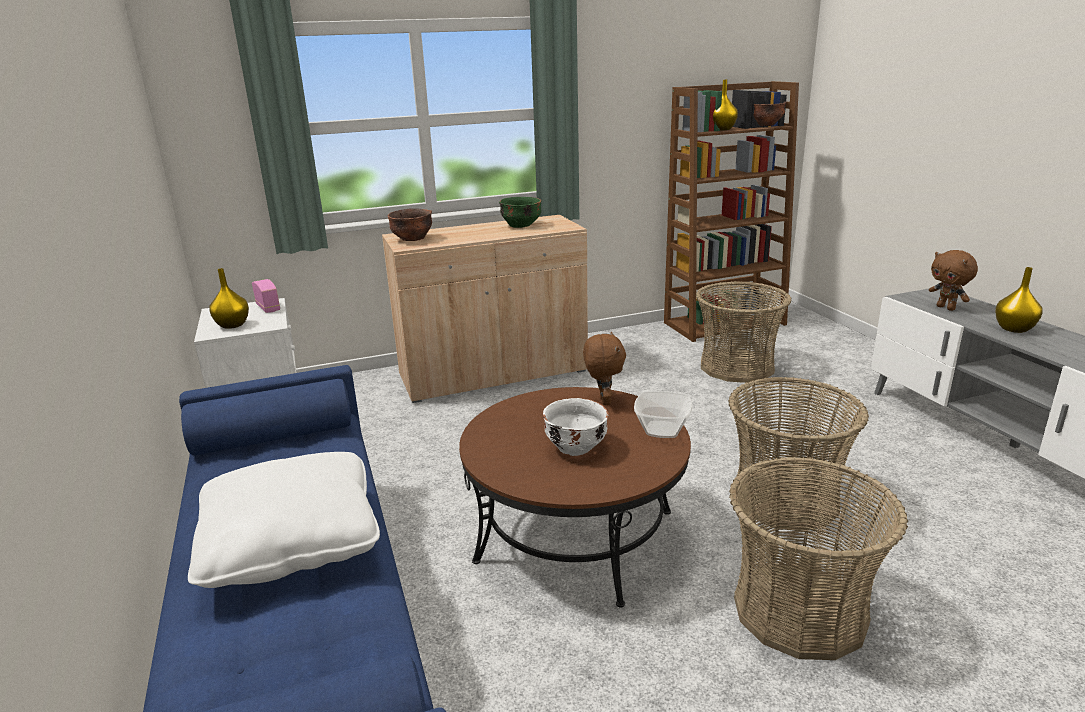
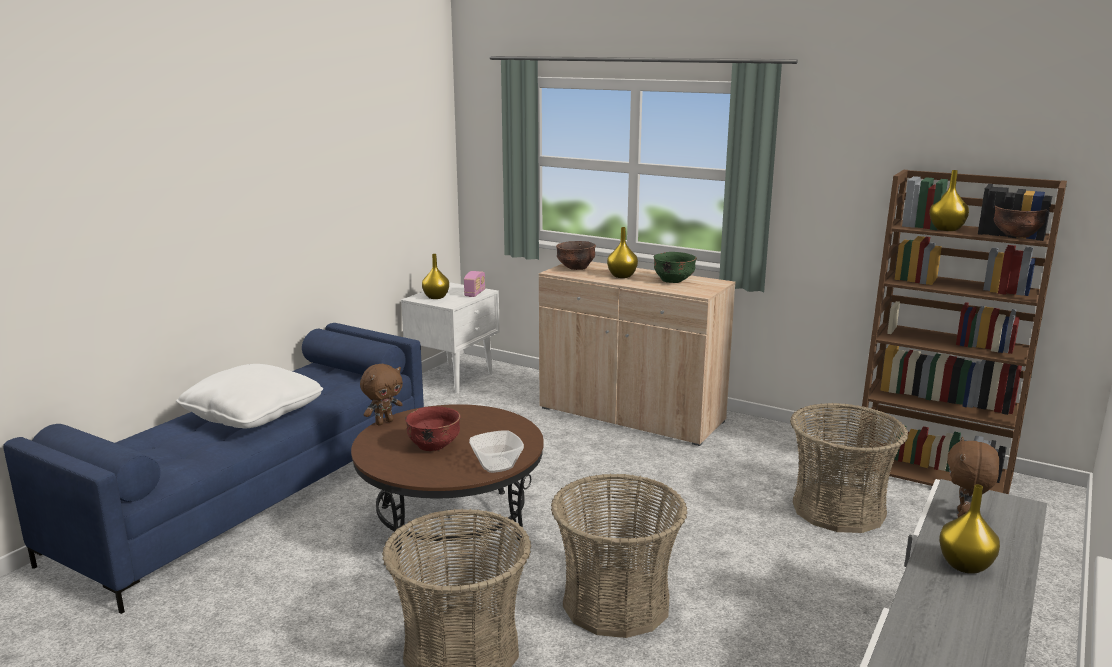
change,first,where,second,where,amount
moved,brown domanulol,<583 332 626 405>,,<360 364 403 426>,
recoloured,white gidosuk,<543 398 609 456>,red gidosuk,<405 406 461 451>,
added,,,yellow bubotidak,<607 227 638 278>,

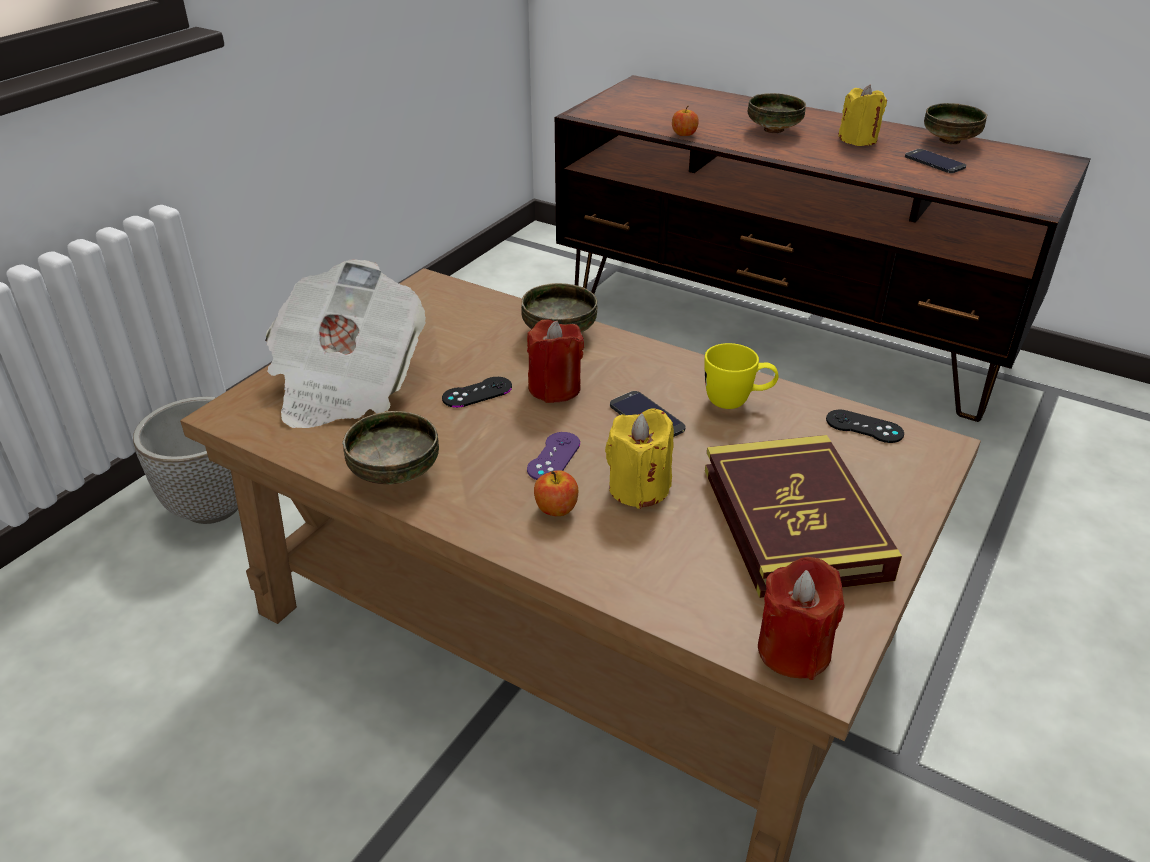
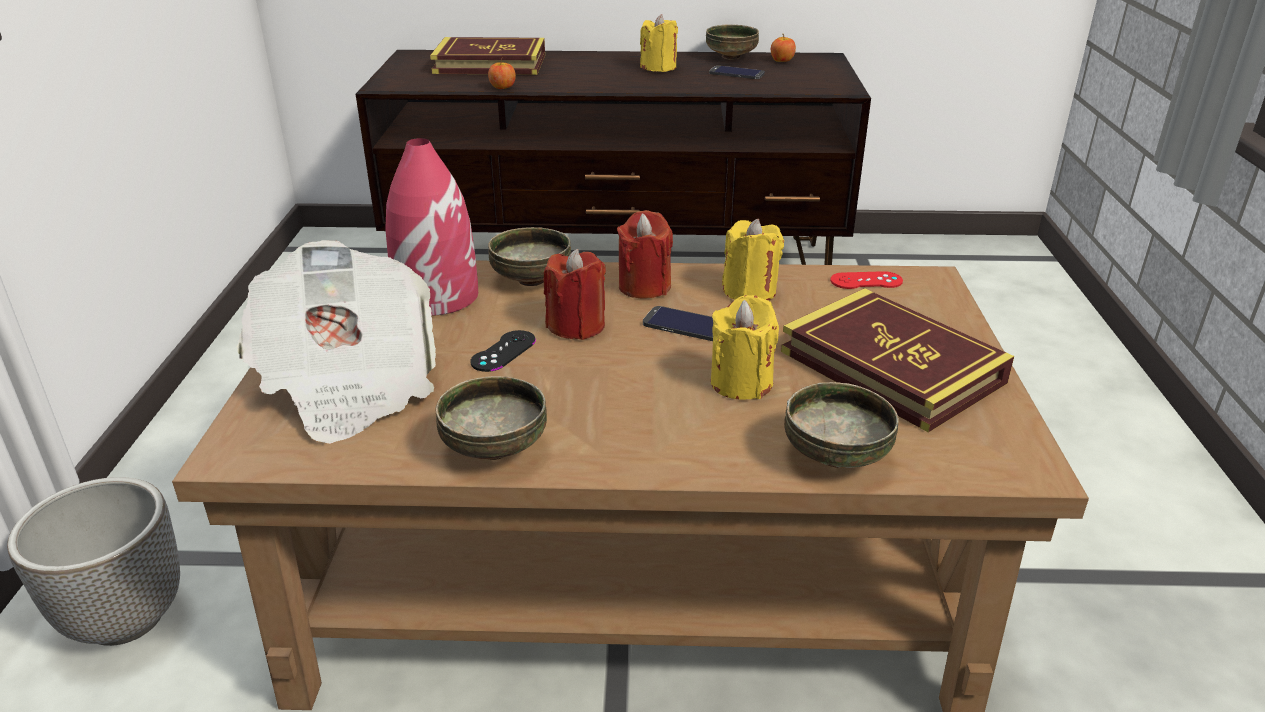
change,first,where,second,where,amount
moved,gidosuk,<748 93 806 133>,,<784 382 899 468>,
replaced,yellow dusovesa,<705 343 778 409>,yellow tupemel,<722 219 784 300>,
recoloured,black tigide,<826 410 904 443>,red tigide,<830 271 903 289>,
removed,purple tigide,<527 432 580 480>,,,
moved,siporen,<534 470 578 516>,,<771 34 796 62>,
moved,red tupemel,<758 557 844 680>,,<617 210 673 299>,
added,,,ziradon,<430 37 545 75>,
added,,,red bubotidak,<385 138 478 316>,

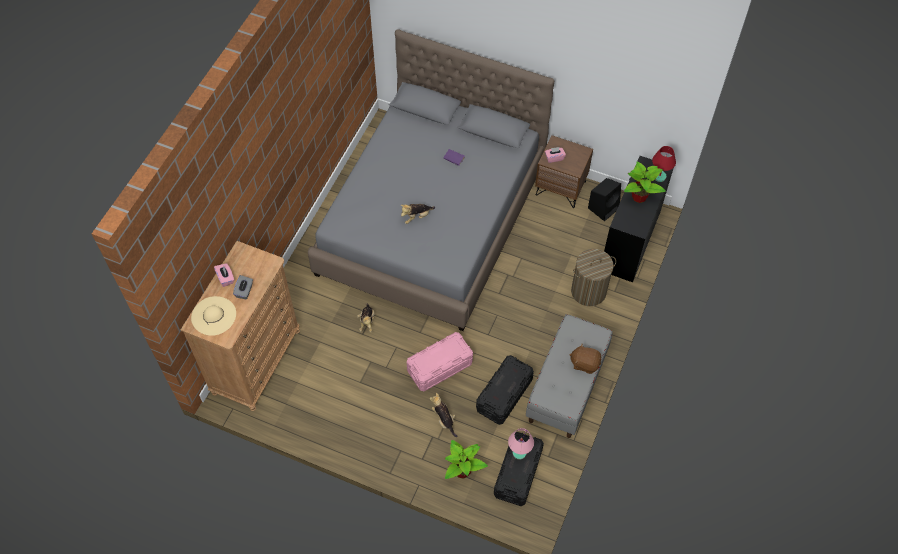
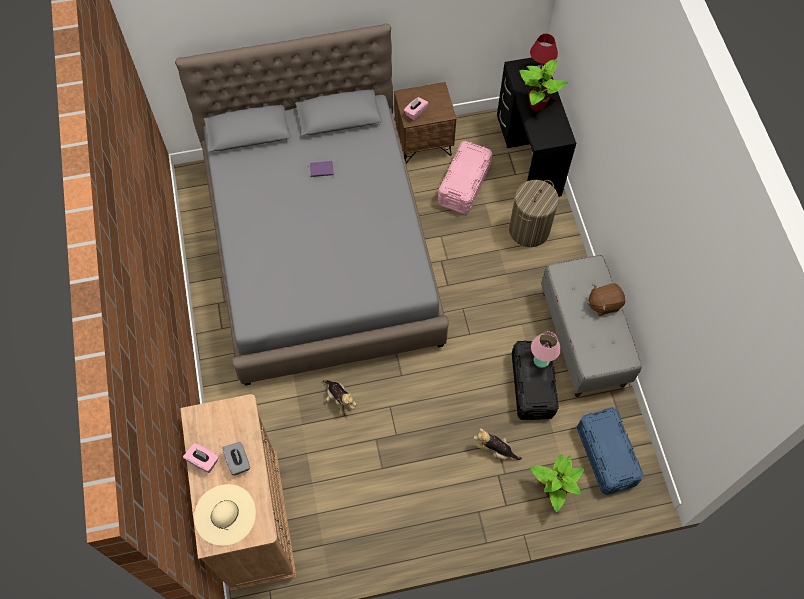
change,first,where,second,where,amount
removed,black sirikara,<588 178 621 221>,,,
removed,domanulol,<400 204 435 224>,,,
moved,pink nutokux,<407 332 473 391>,,<438 141 492 214>,
moved,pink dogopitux,<508 428 534 460>,,<531 332 561 368>,
recoloured,black nutokux,<494 432 544 506>,blue nutokux,<577 407 644 495>,

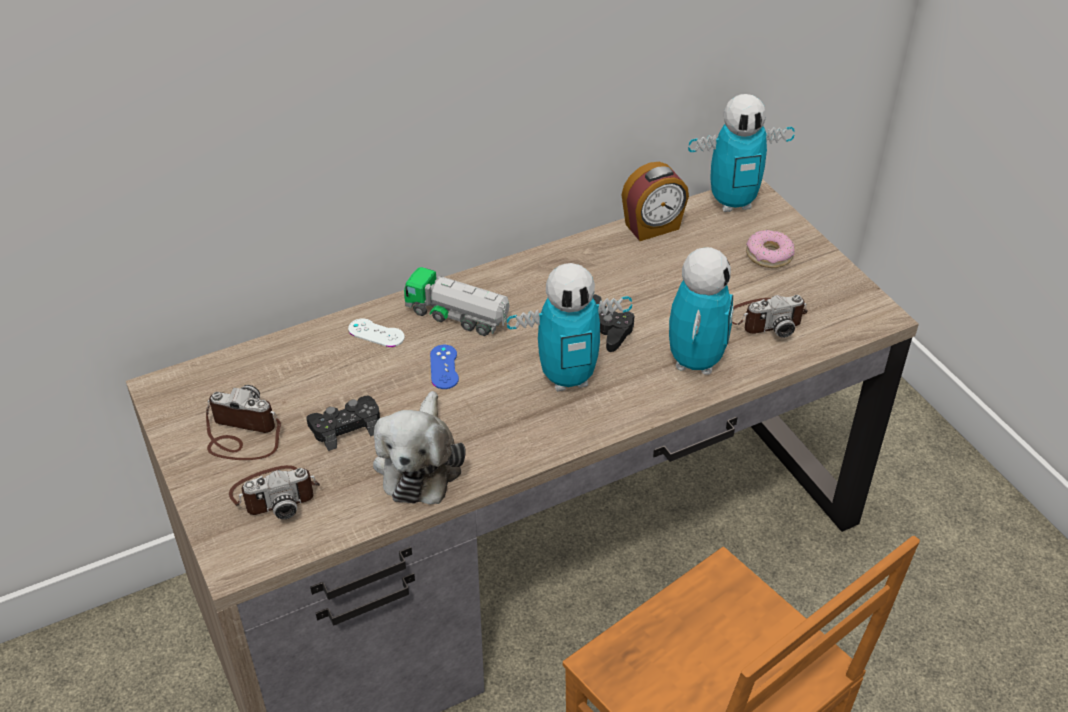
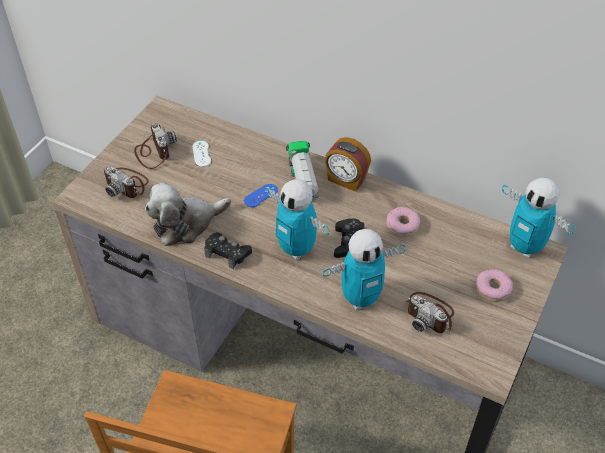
change,first,where,second,where,amount
moved,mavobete,<621 162 689 241>,,<324 137 371 192>,
moved,white tigide,<348 318 405 347>,,<193 141 211 167>,
moved,black tigide,<307 396 380 451>,,<204 232 252 269>,
added,,,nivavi,<386 207 421 237>,

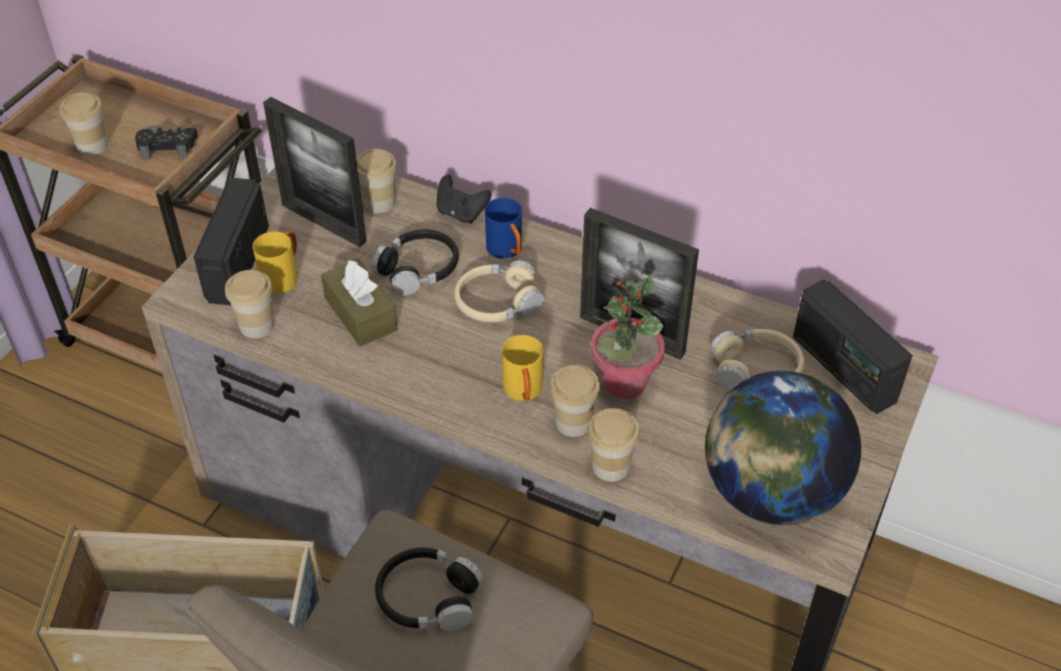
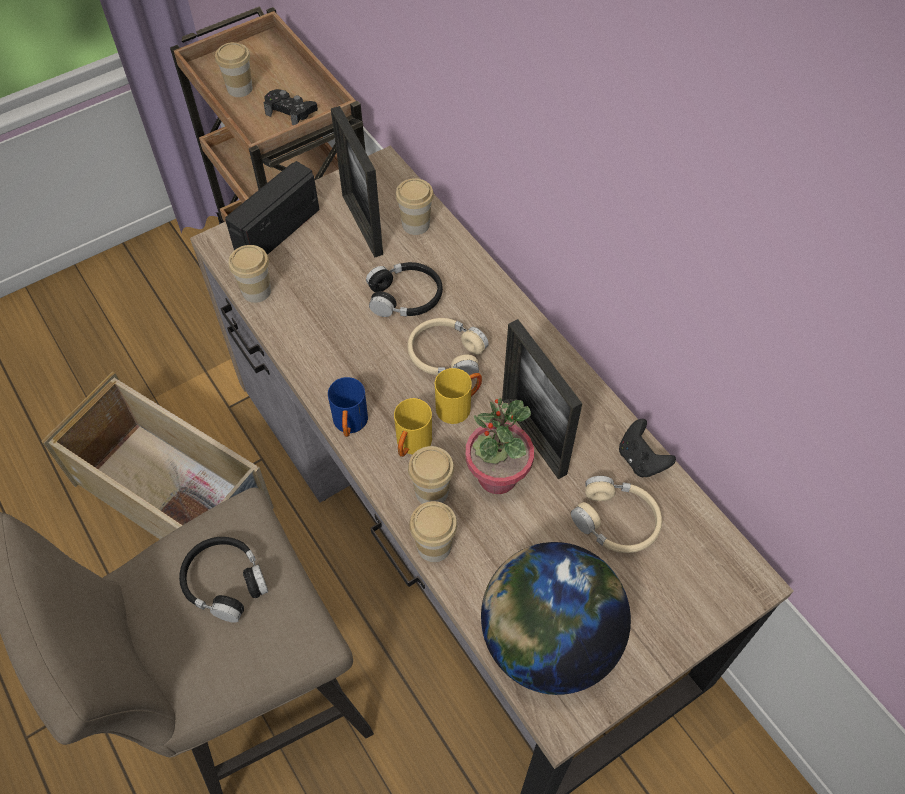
change,first,where,second,where,amount
moved,black tigide,<437 174 491 224>,,<619 419 676 477>,
moved,blue dusovesa,<485 198 522 259>,,<328 377 368 437>,
moved,yellow dusovesa,<253 231 298 294>,,<435 368 482 424>,
removed,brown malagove,<321 259 398 346>,,,
removed,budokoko,<793 280 913 414>,,,

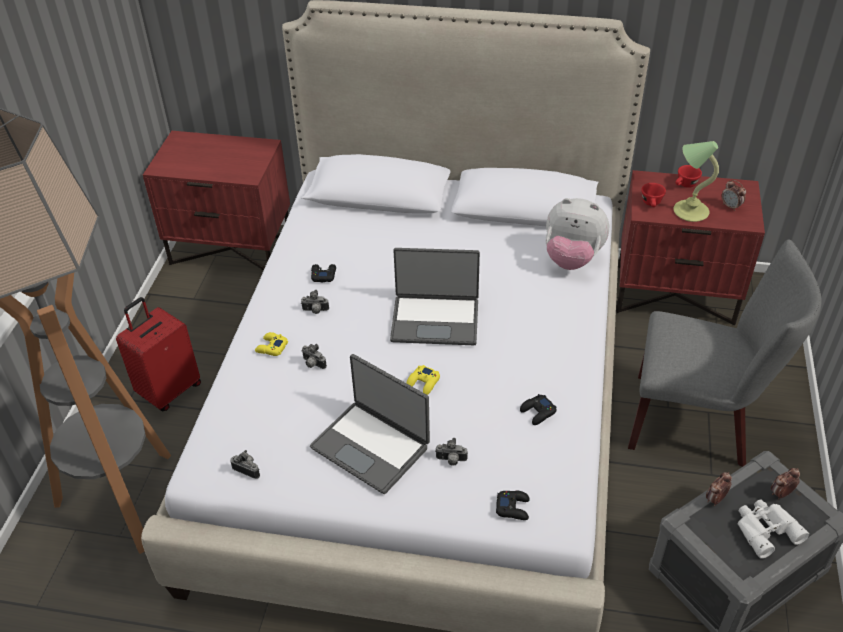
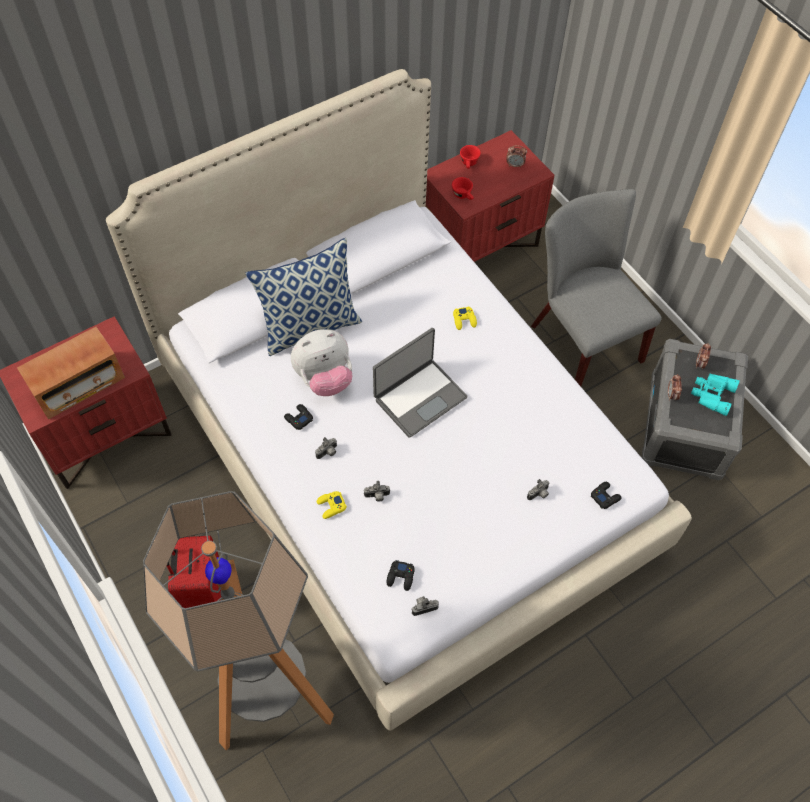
change,first,where,second,where,amount
removed,dogopitux,<673 141 719 222>,,,
moved,domanulol,<546 198 609 270>,,<291 329 352 396>,
turned,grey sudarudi,<628 239 821 467>,,<531 189 662 386>,90 degrees counterclockwise
removed,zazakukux,<310 354 430 494>,,,
moved,yellow tigide,<407 365 440 395>,,<453 306 477 330>,
moved,black tigide,<520 394 557 425>,,<387 560 415 591>,
recoloured,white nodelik,<737 499 809 559>,turquoise nodelik,<691 374 740 416>,
added,,,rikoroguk,<246 238 362 356>,
added,,,budokoko,<17 327 125 420>,

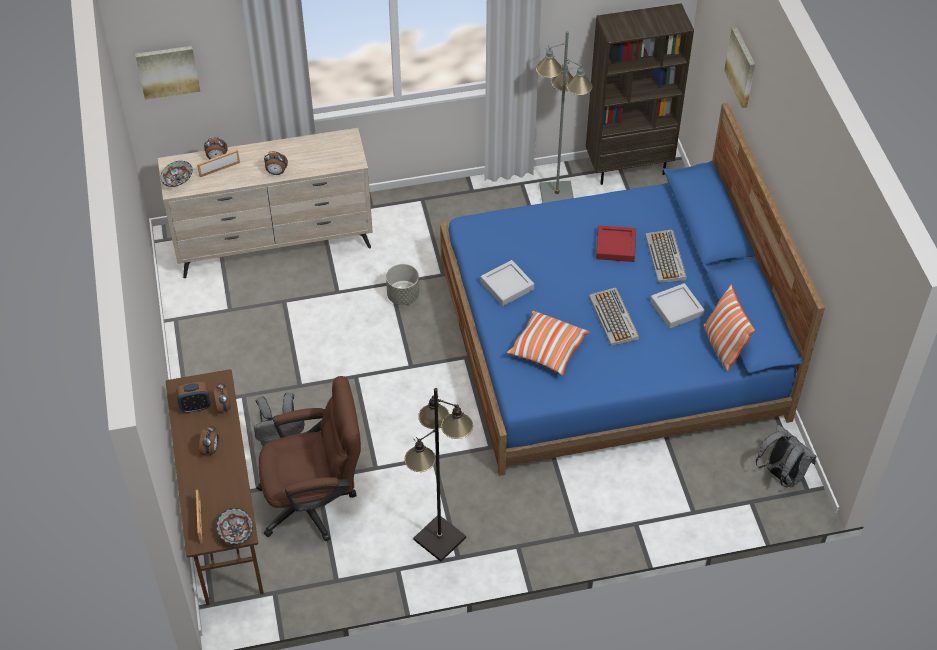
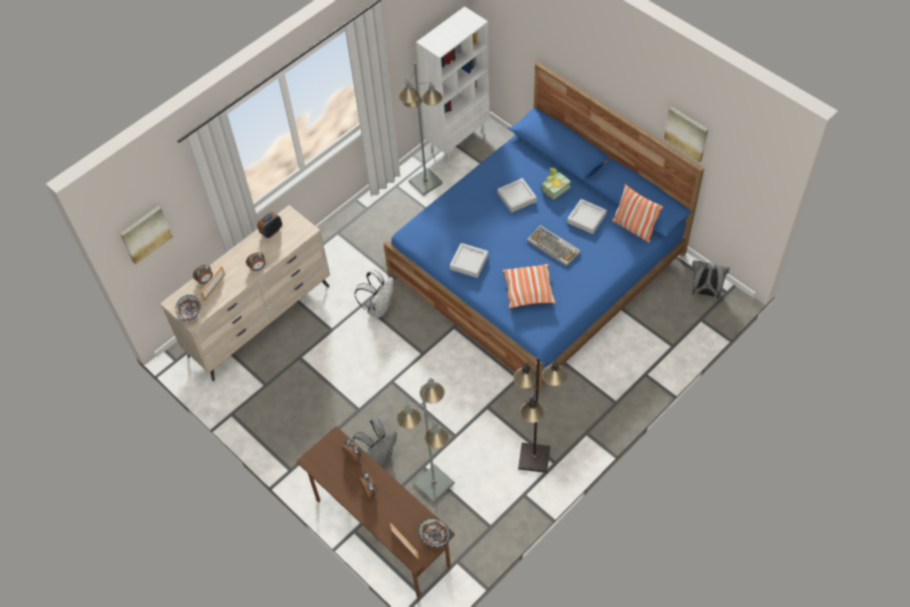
change,first,where,second,where,amount
recoloured,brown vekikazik,<586 3 694 185>,white vekikazik,<416 6 490 160>,
moved,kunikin,<724 27 755 108>,,<664 106 708 162>,
recoloured,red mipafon,<596 225 636 262>,grey mipafon,<498 178 537 213>,
replaced,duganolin,<645 230 687 283>,ziradon,<541 168 571 200>,
replaced,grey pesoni,<386 264 420 305>,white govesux,<354 269 394 318>,
replaced,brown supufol,<256 376 361 541>,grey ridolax,<397 378 455 502>,
moved,mavobete,<176 382 210 413>,,<257 211 282 238>,

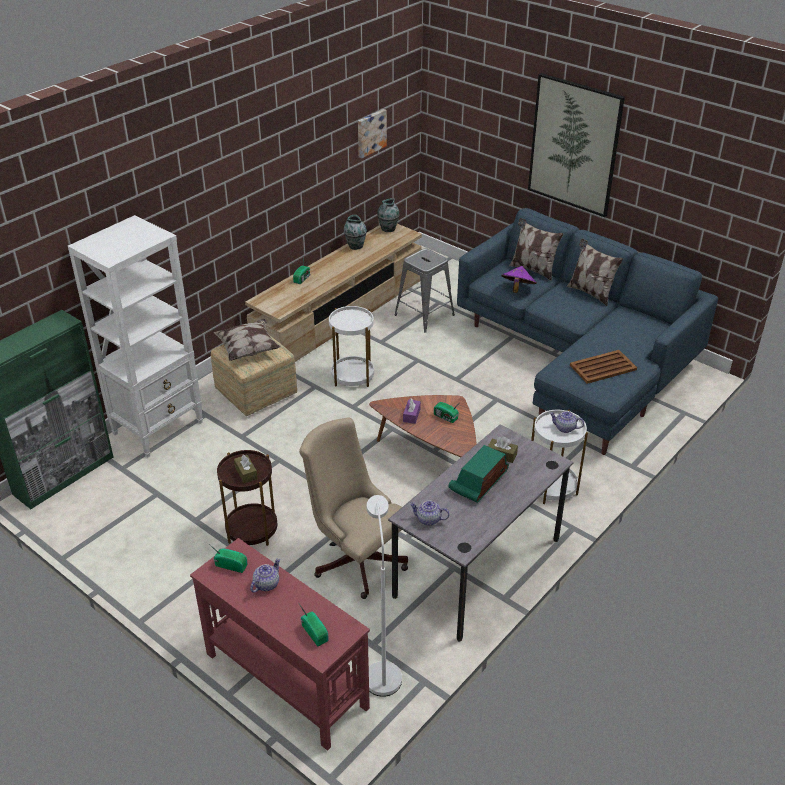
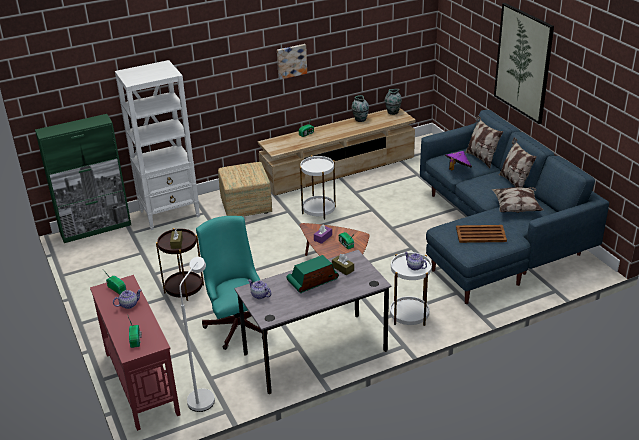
change,first,where,second,where,amount
moved,kunikin,<358 109 387 158>,,<277 44 307 80>,
removed,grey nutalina,<395 248 455 333>,,,
moved,rikoroguk,<213 319 281 361>,,<492 187 543 213>,
recoloured,beige supufol,<299 418 408 599>,turquoise supufol,<196 216 268 350>,

